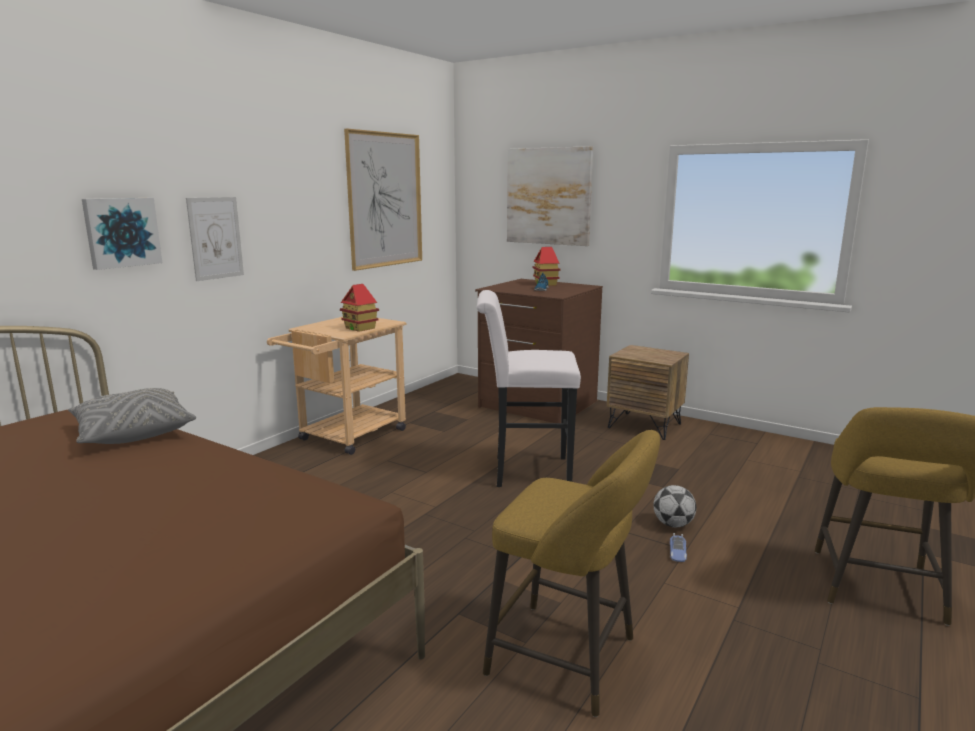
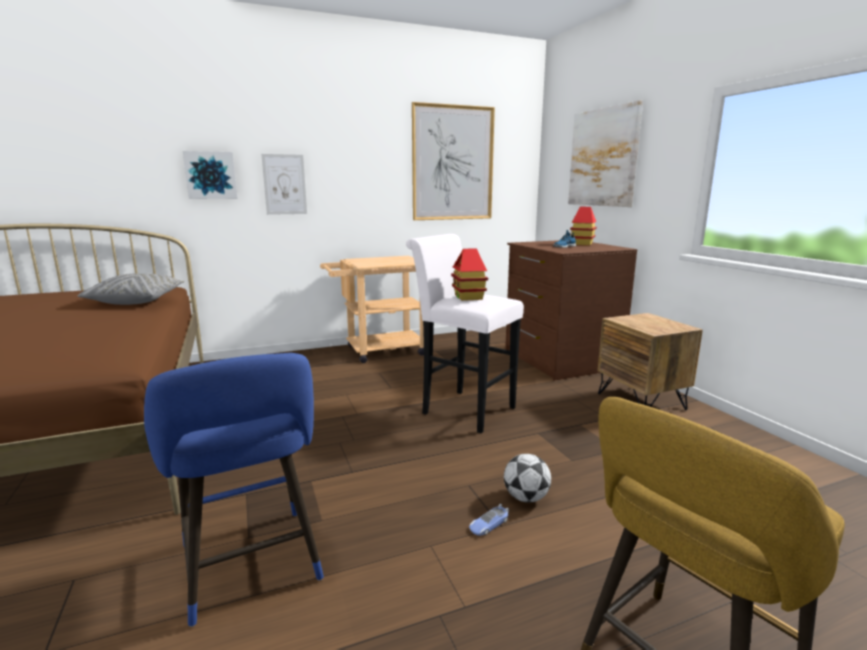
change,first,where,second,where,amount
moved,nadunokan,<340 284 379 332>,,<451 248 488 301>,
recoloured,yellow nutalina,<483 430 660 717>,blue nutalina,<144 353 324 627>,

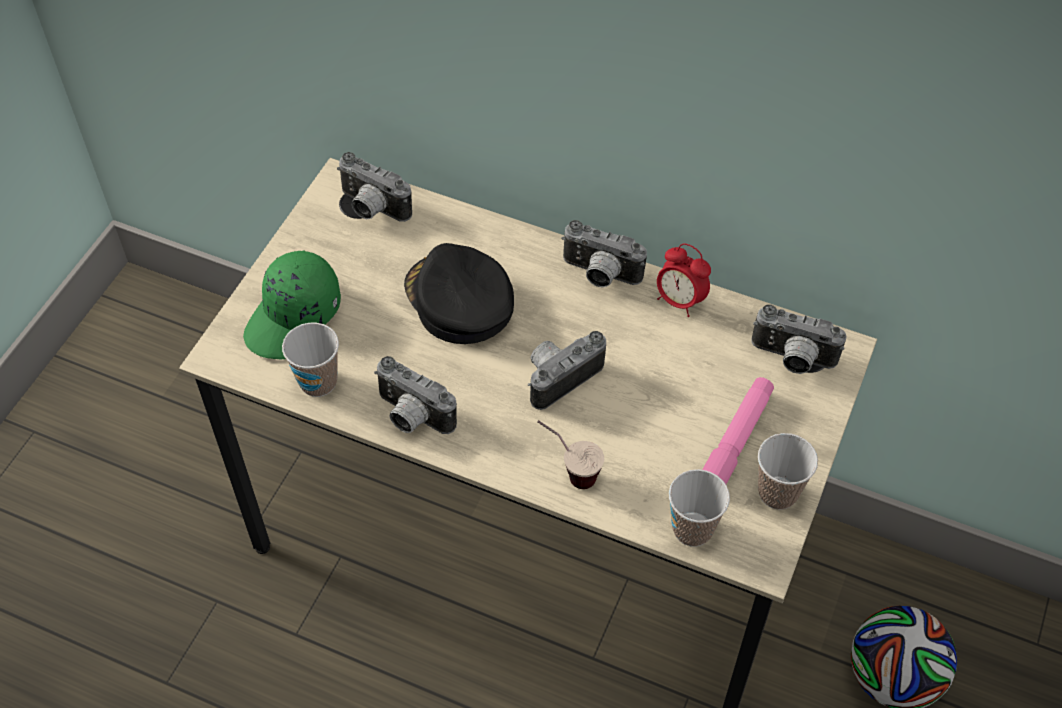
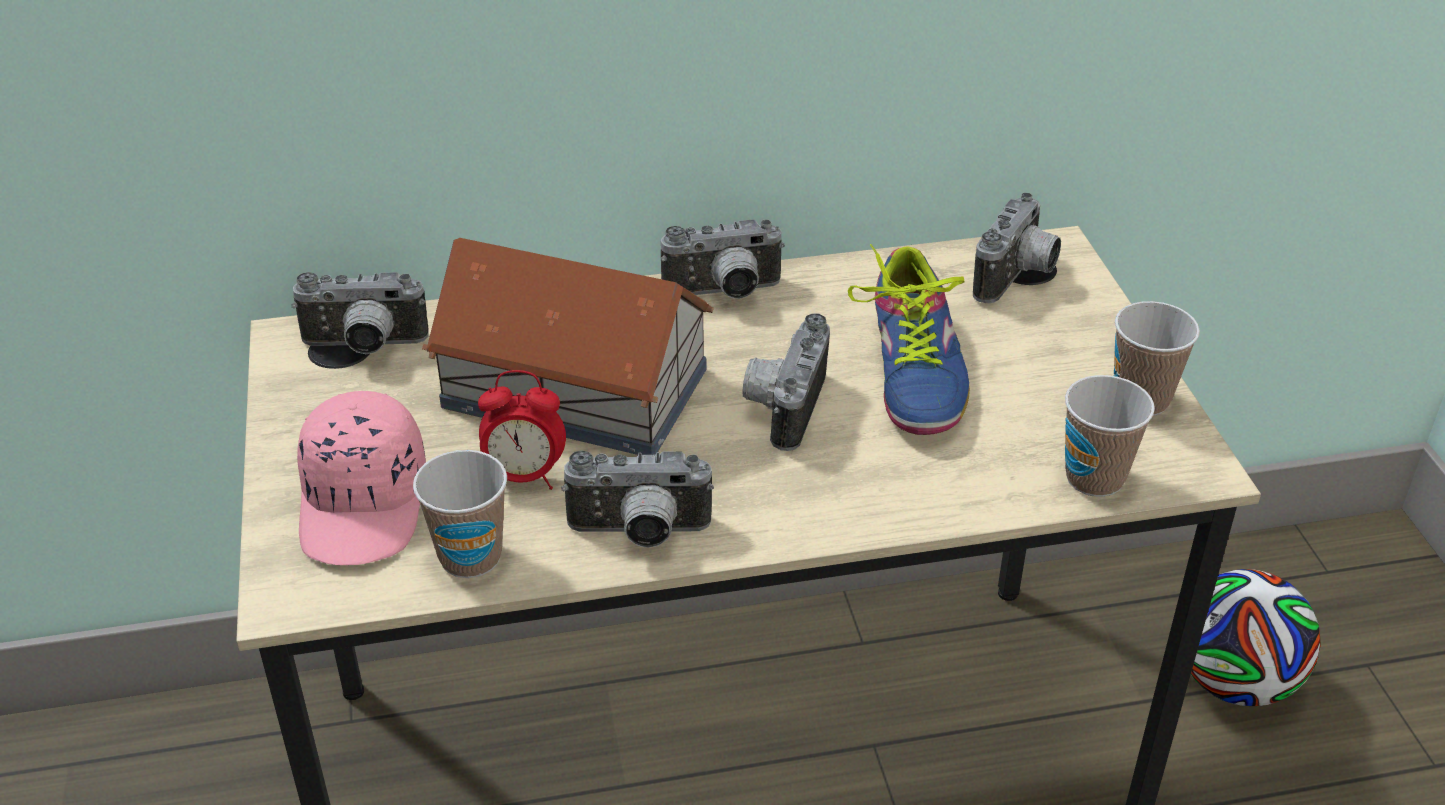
change,first,where,second,where,amount
replaced,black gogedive,<404 243 514 344>,nadunokan,<422 238 714 455>,
moved,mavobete,<657 244 711 317>,,<478 370 566 490>,
recoloured,green gogedive,<243 250 341 359>,pink gogedive,<297 391 426 565>,
turned,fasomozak,<751 304 846 374>,,<973 193 1061 303>,45 degrees counterclockwise
removed,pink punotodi,<702 377 774 484>,,,
removed,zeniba,<537 420 604 489>,,,
added,,,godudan,<848 244 970 435>,

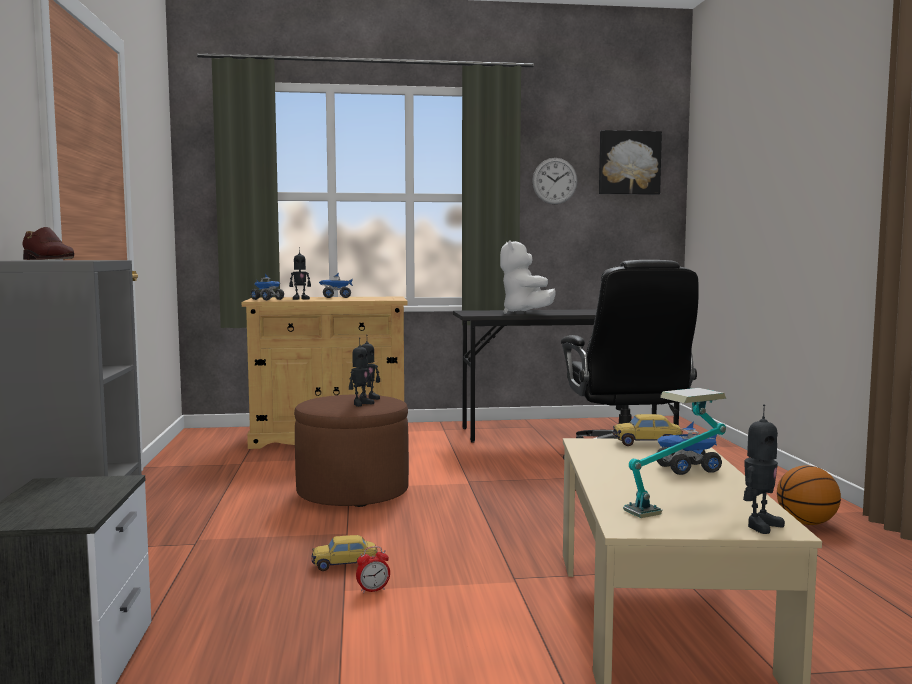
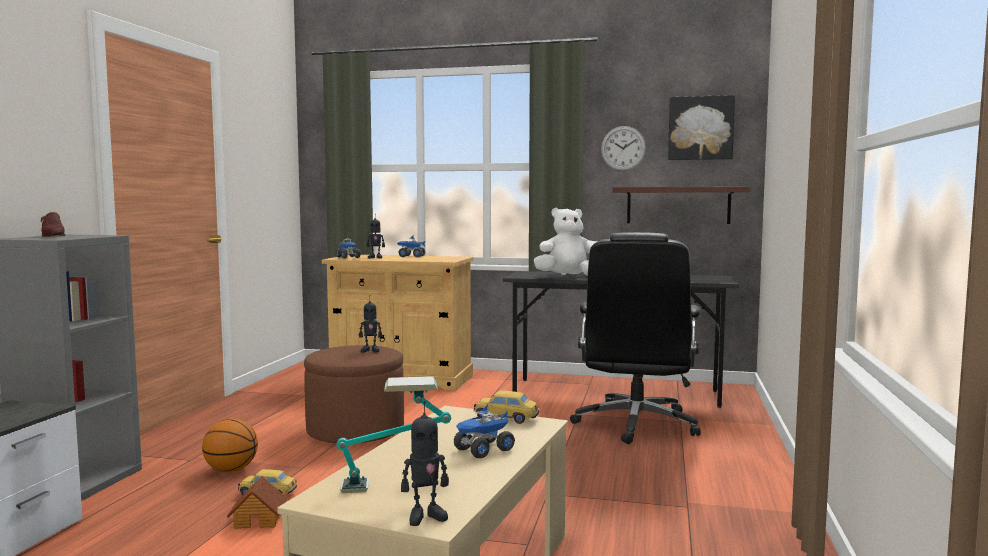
change,first,where,second,where,amount
turned,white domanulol,<500 240 556 314>,,<534 208 597 276>,75 degrees clockwise
removed,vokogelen,<349 338 374 407>,,,
turned,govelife,<656 421 722 475>,,<454 404 515 458>,45 degrees counterclockwise
moved,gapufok,<777 465 841 525>,,<202 419 258 472>,
replaced,mavobete,<356 546 390 594>,nadunokan,<226 476 288 529>,
added,,,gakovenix,<612 187 750 224>,

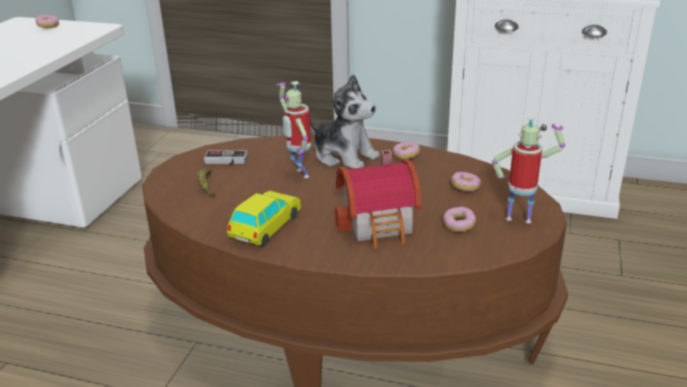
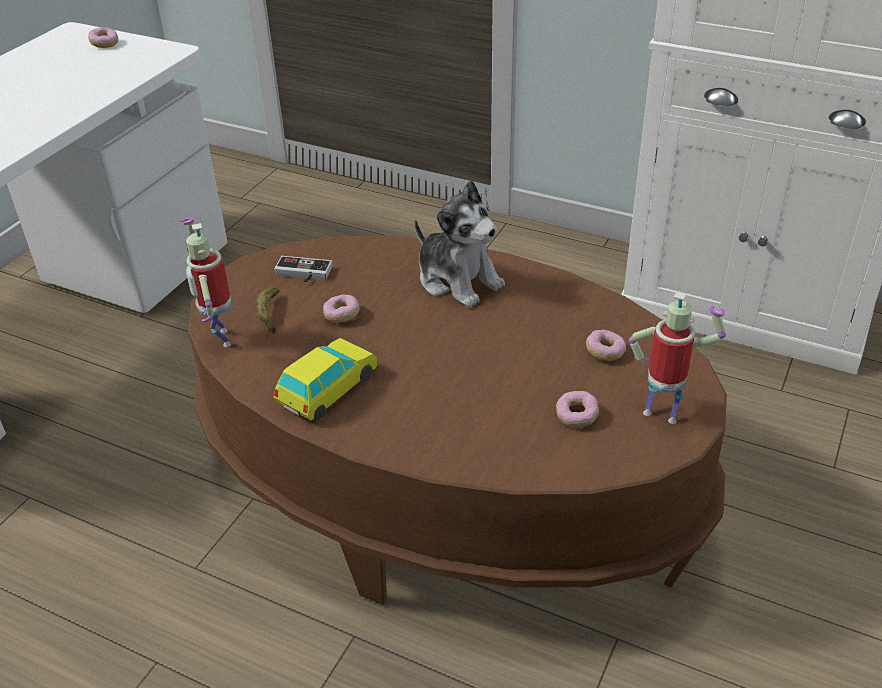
change,first,where,second,where,amount
moved,vokogelen,<276 81 311 178>,,<181 218 231 347>,
moved,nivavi,<393 142 420 159>,,<323 294 360 323>,
removed,nadunokan,<335 150 422 249>,,,

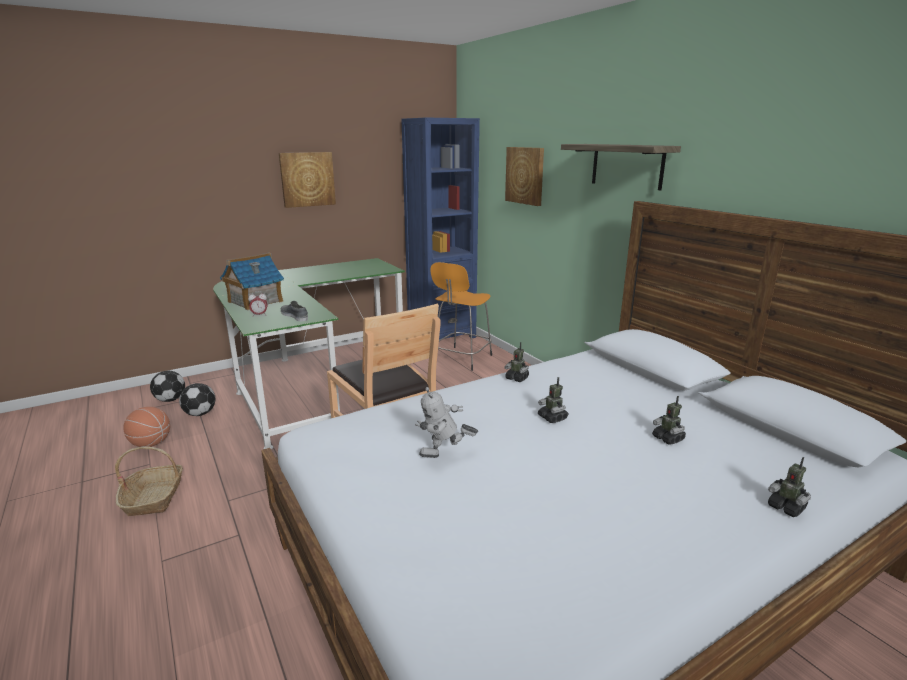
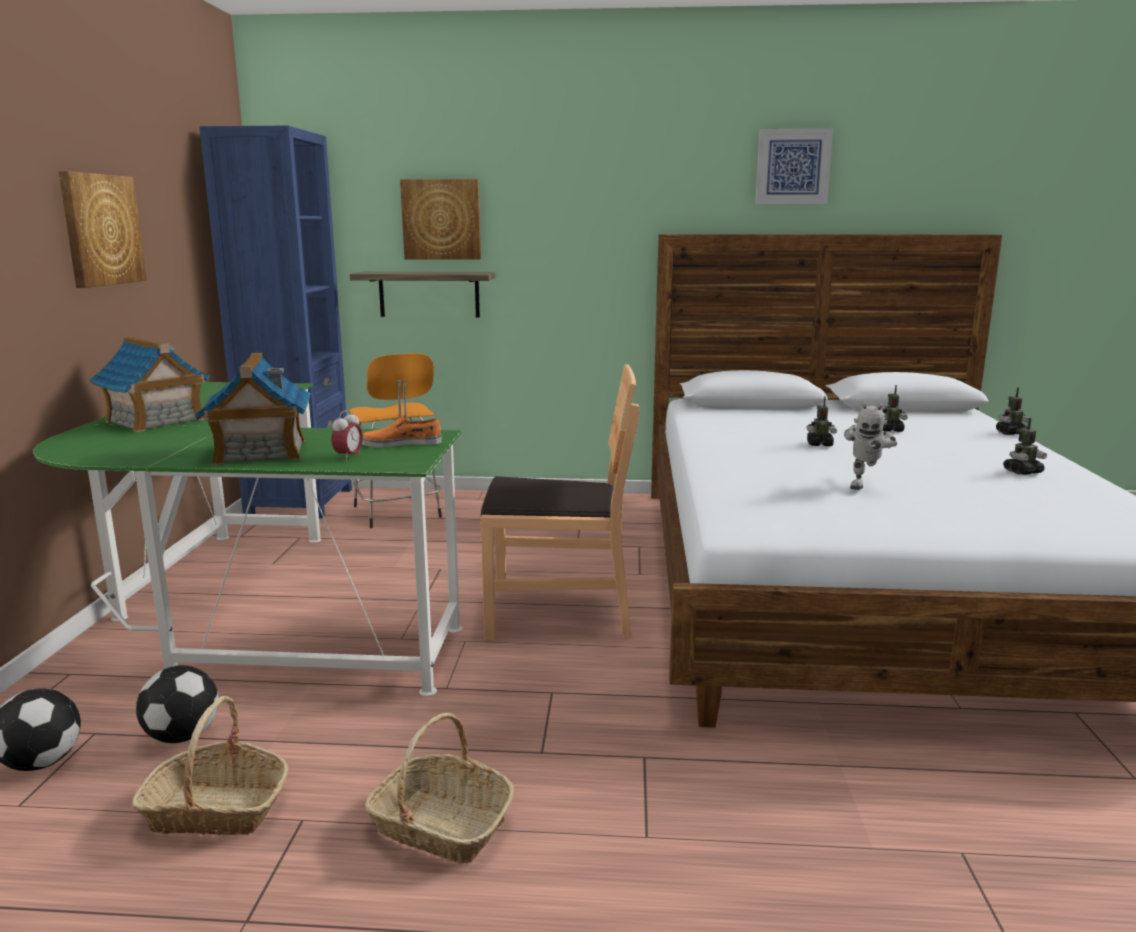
change,first,where,second,where,amount
moved,gakovenix,<561 144 681 191>,,<350 272 495 318>,
recoloured,grey godudan,<281 301 308 322>,orange godudan,<362 415 442 448>,
moved,vokogelen,<504 342 529 382>,,<1003 418 1047 475>,
replaced,gapufok,<123 407 170 447>,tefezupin,<132 696 288 835>,
added,,,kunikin,<755 129 833 204>,
added,,,nadunokan,<90 337 210 432>,

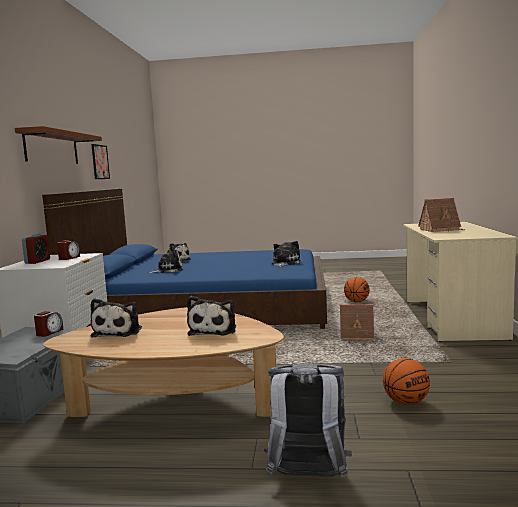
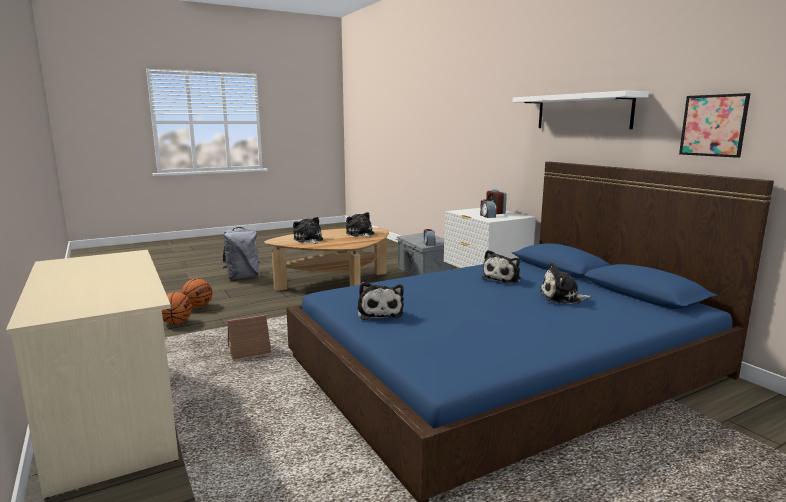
change,first,where,second,where,amount
recoloured,brown gakovenix,<15 126 102 164>,white gakovenix,<513 90 649 129>,
removed,nadunokan,<418 198 465 232>,,,
moved,gapufok,<344 277 370 302>,,<162 292 192 324>,

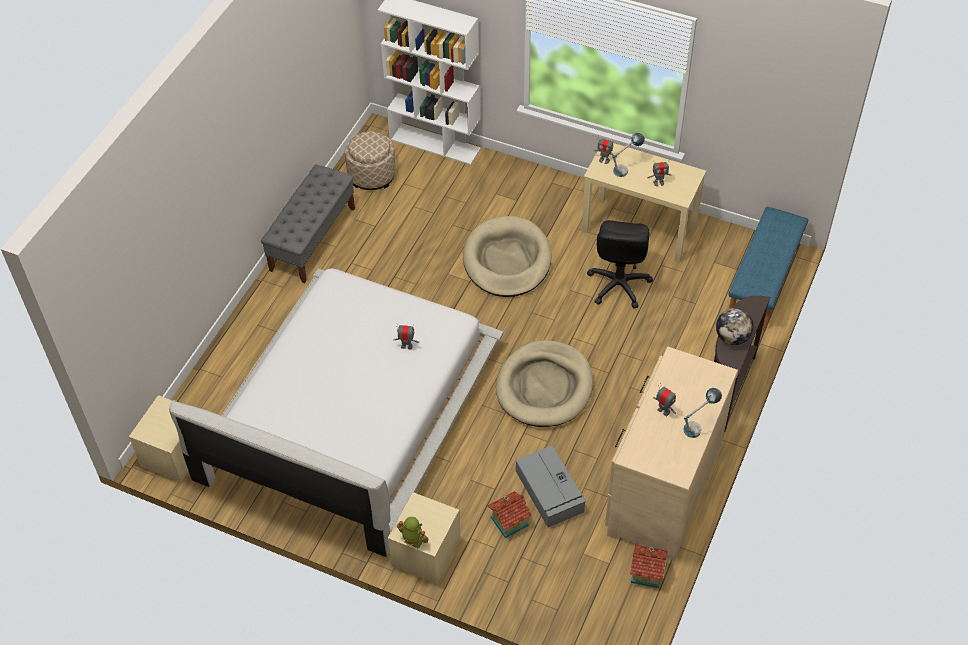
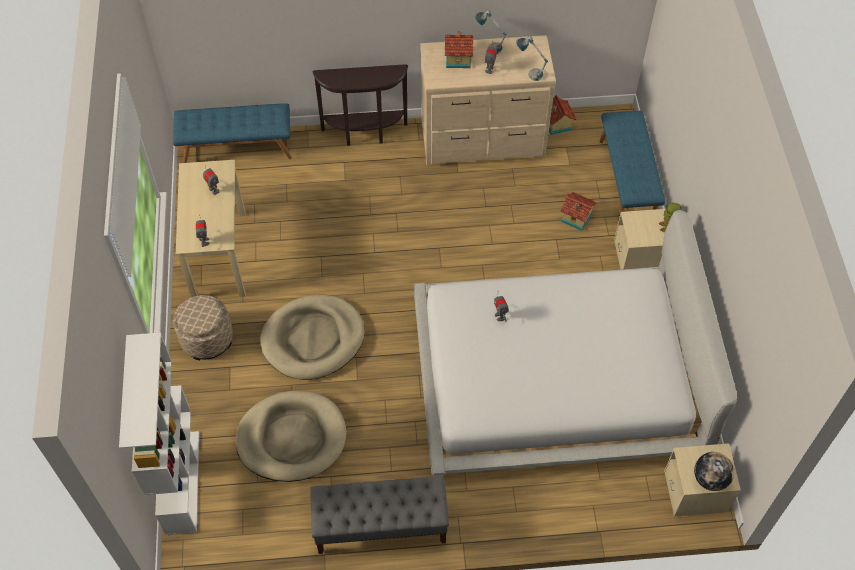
change,first,where,second,where,amount
moved,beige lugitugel,<345 131 396 190>,,<173 295 233 360>,
moved,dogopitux,<612 133 645 177>,,<516 36 548 81>,
removed,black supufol,<587 220 653 309>,,,
moved,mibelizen,<716 308 754 345>,,<694 452 734 491>,
moved,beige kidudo,<496 340 593 427>,,<236 391 347 482>,
removed,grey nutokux,<516 445 586 527>,,,
added,,,nadunokan,<445 31 473 68>,
added,,,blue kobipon,<600 111 666 222>,

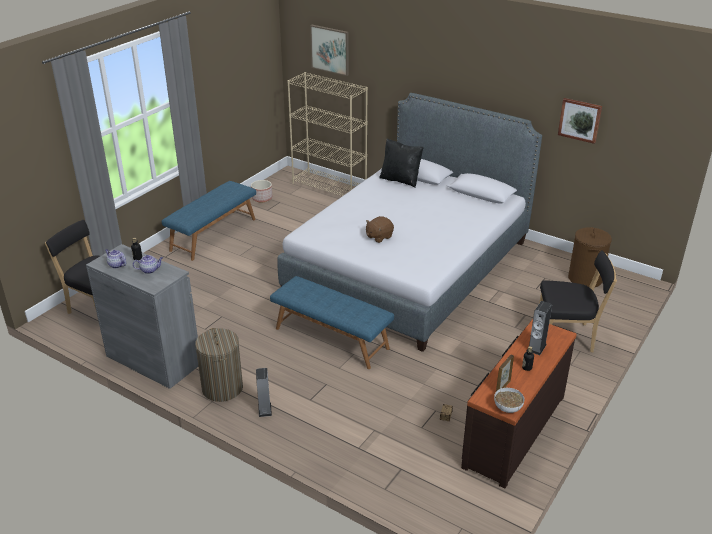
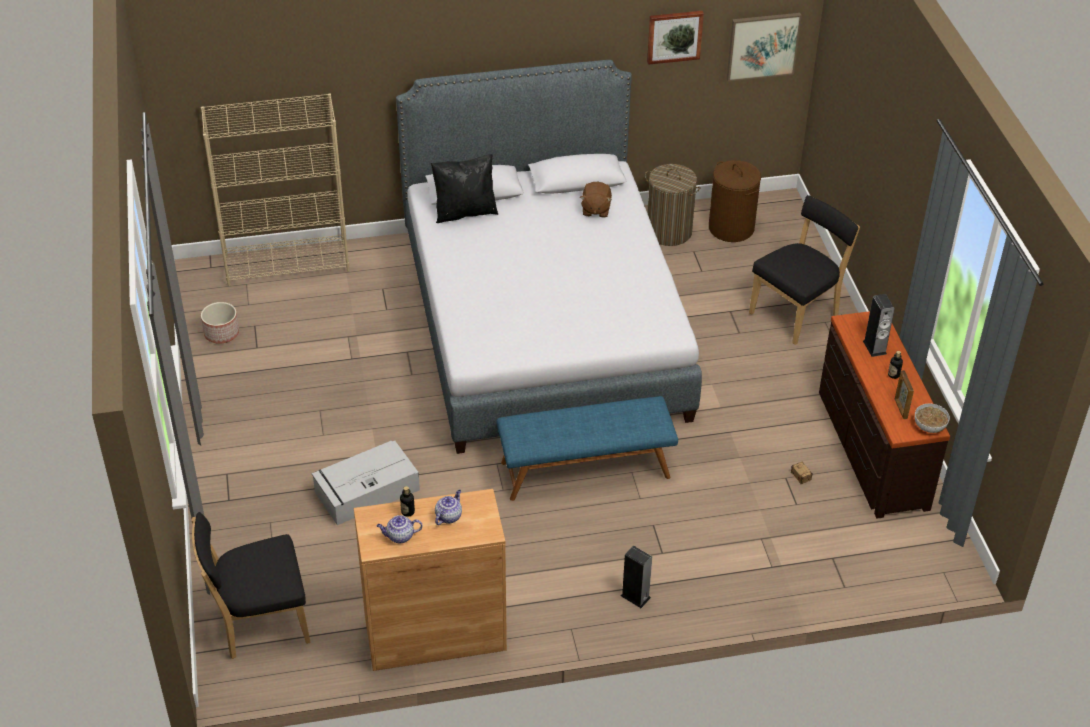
change,first,where,second,where,amount
moved,kunikin,<310 25 349 76>,,<727 13 802 81>,
removed,blue kobipon,<162 181 256 261>,,,
moved,brown domanulol,<366 216 394 243>,,<580 182 612 218>,
recoloured,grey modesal,<86 244 198 389>,brown modesal,<354 489 507 671>,
moved,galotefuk,<195 328 243 402>,,<645 164 701 246>,
added,,,grey nutokux,<312 441 420 525>,

